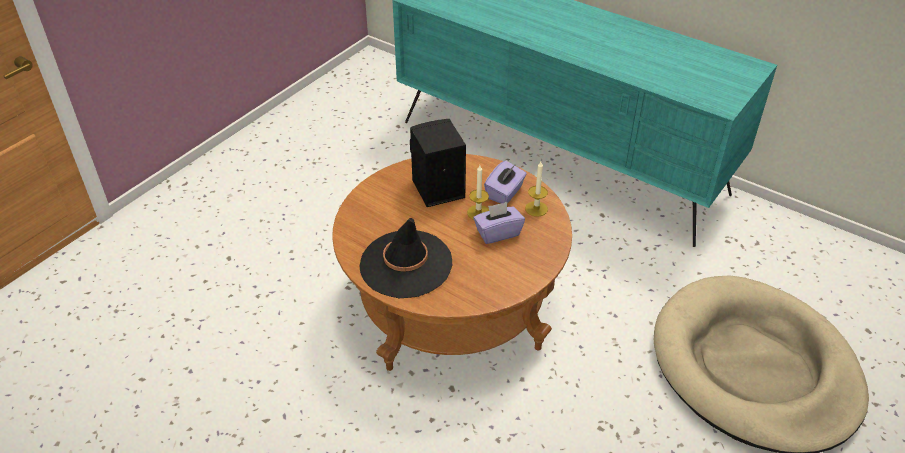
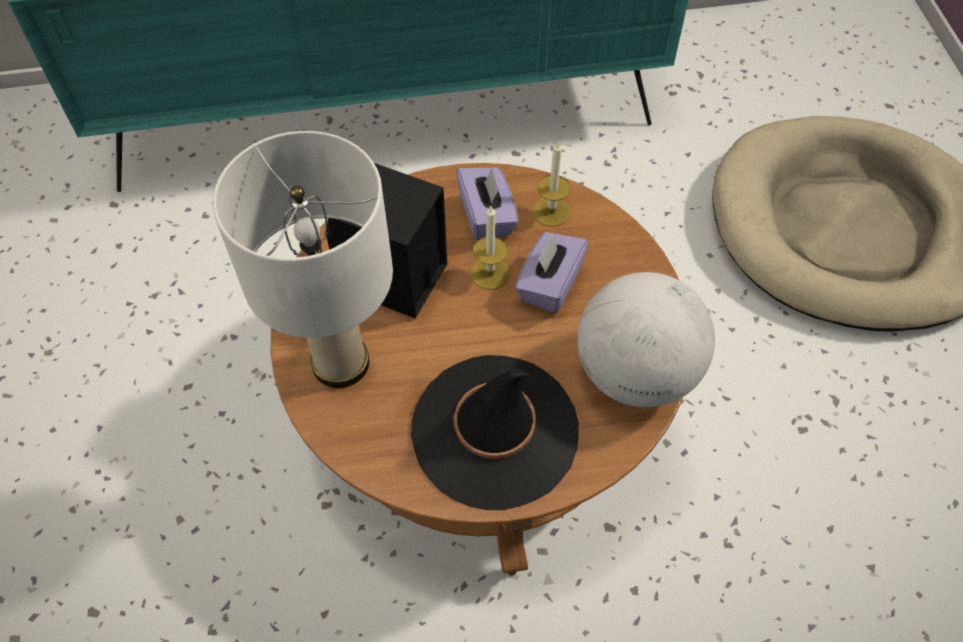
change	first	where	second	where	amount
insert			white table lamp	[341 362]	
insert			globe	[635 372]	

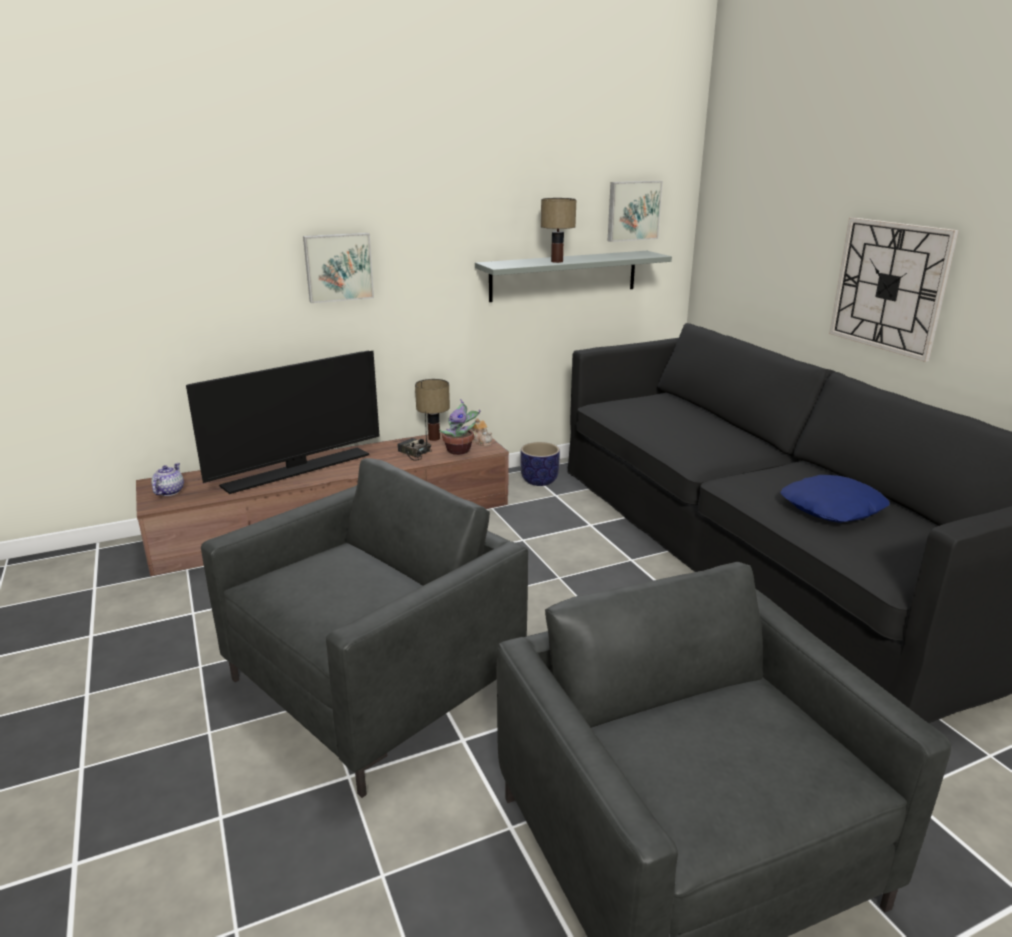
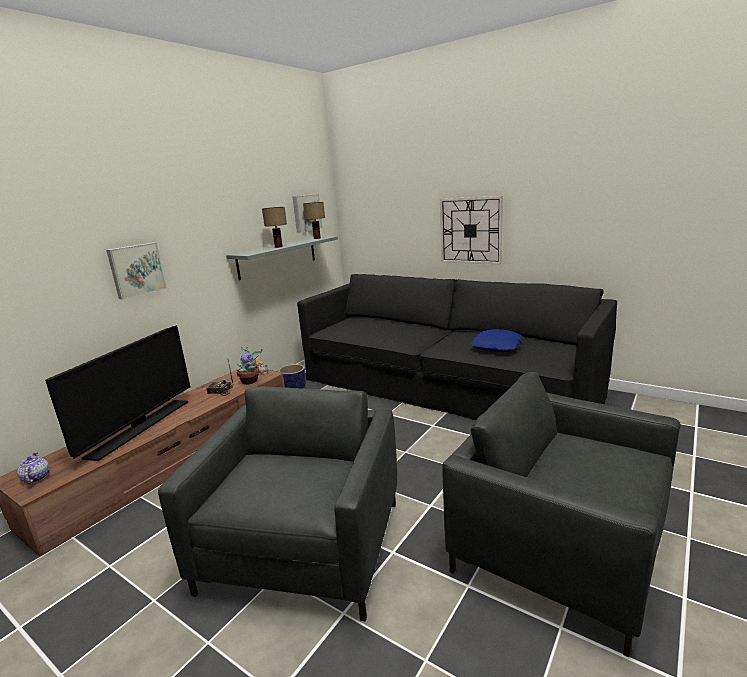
change	first	where	second	where	amount
move	table lamp	[434 438]		[317 238]	

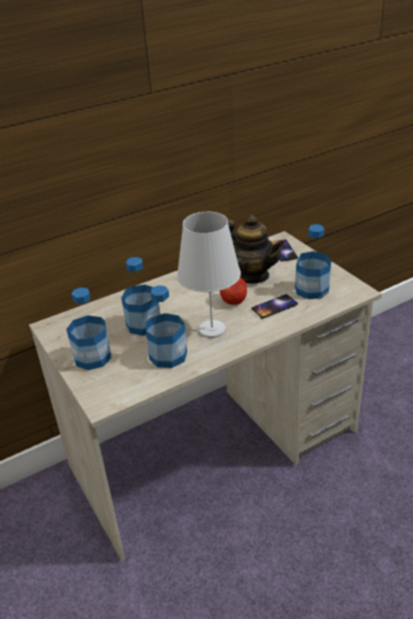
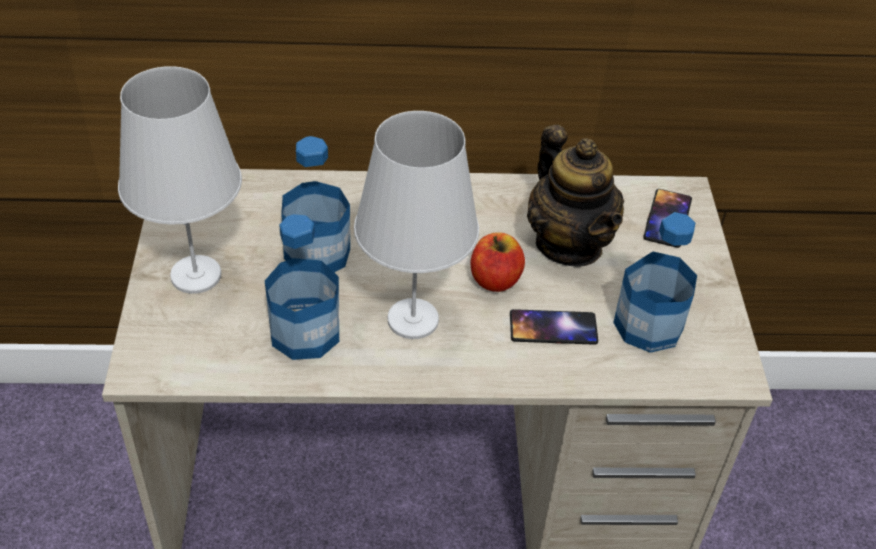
change	first	where	second	where	amount
replace	bottle	[92 357]	white table lamp	[195 275]	

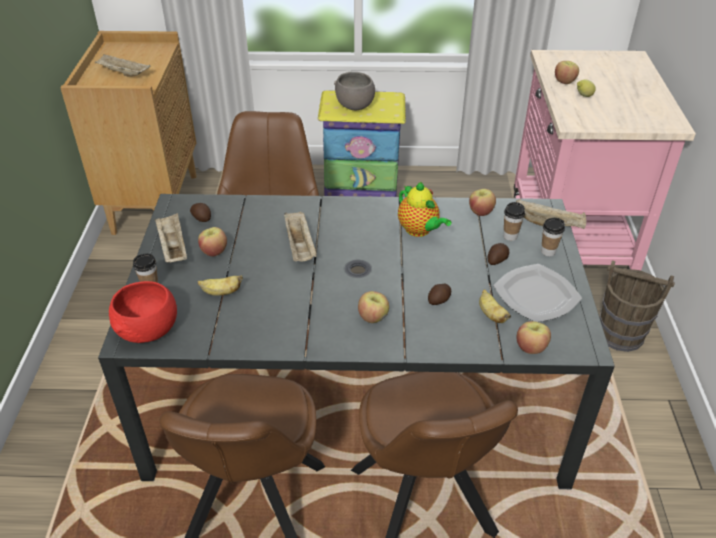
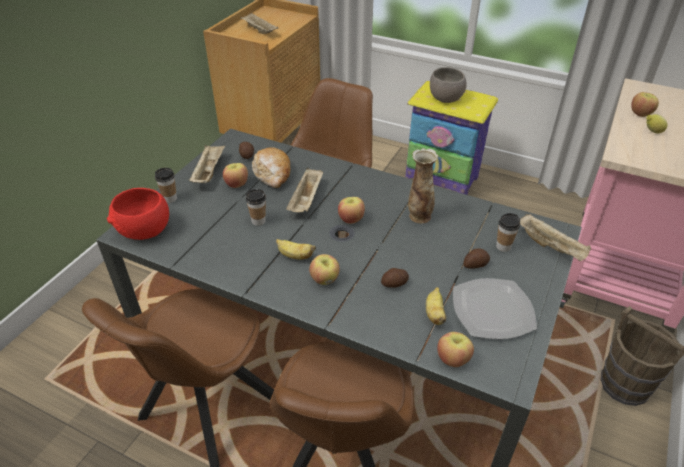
change	first	where	second	where	amount
move	cup	[548 251]		[258 221]	
insert			bread	[272 174]	
move	banana	[221 292]		[294 256]	
move	apple	[480 212]		[351 219]	
replace	teapot	[419 230]	vase	[419 216]	

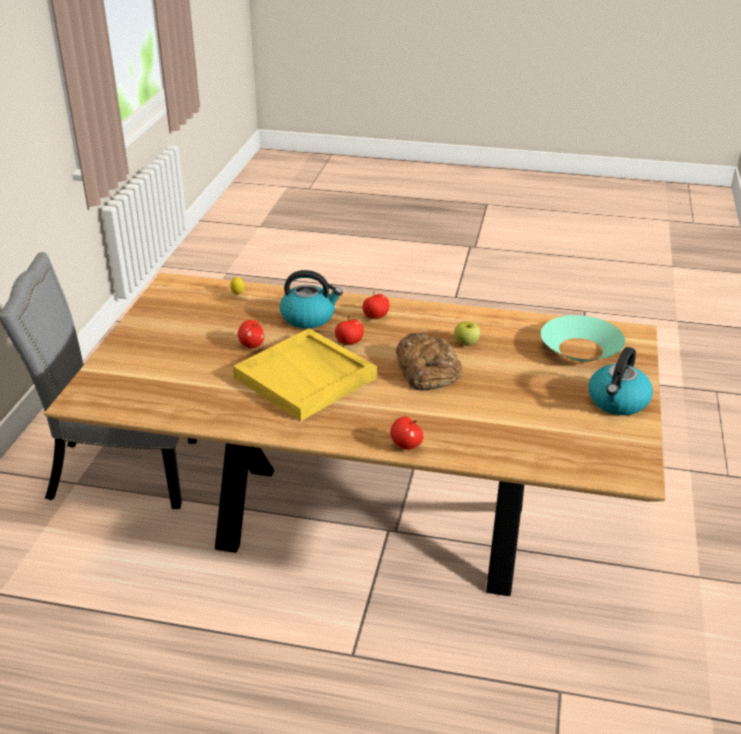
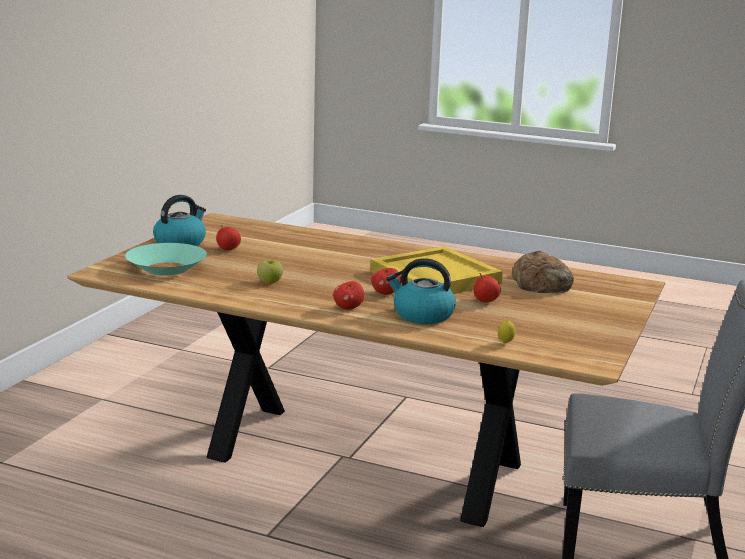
change	first	where	second	where	amount
move	apple	[406 445]		[228 249]	
move	bread	[427 369]		[543 283]	

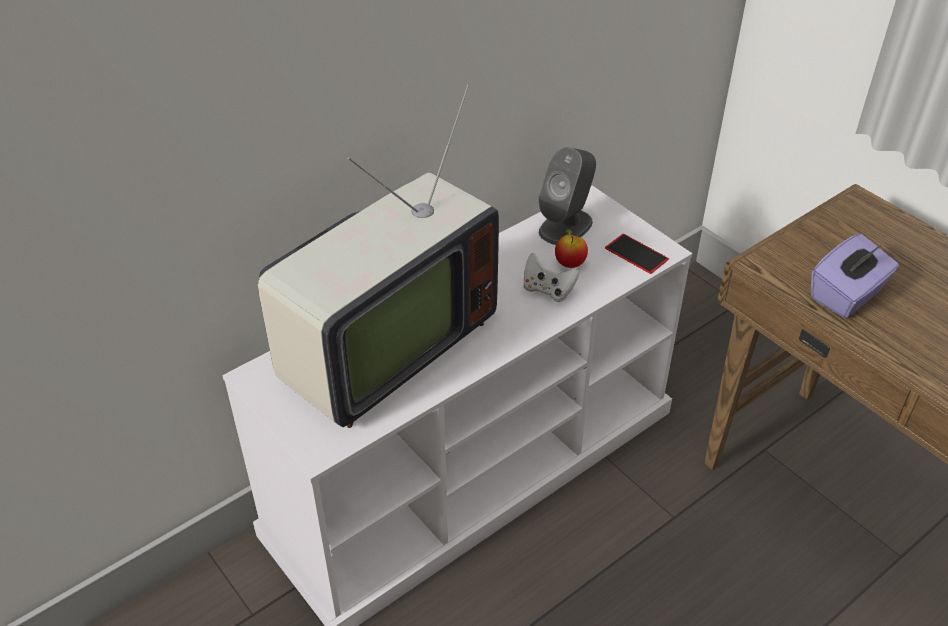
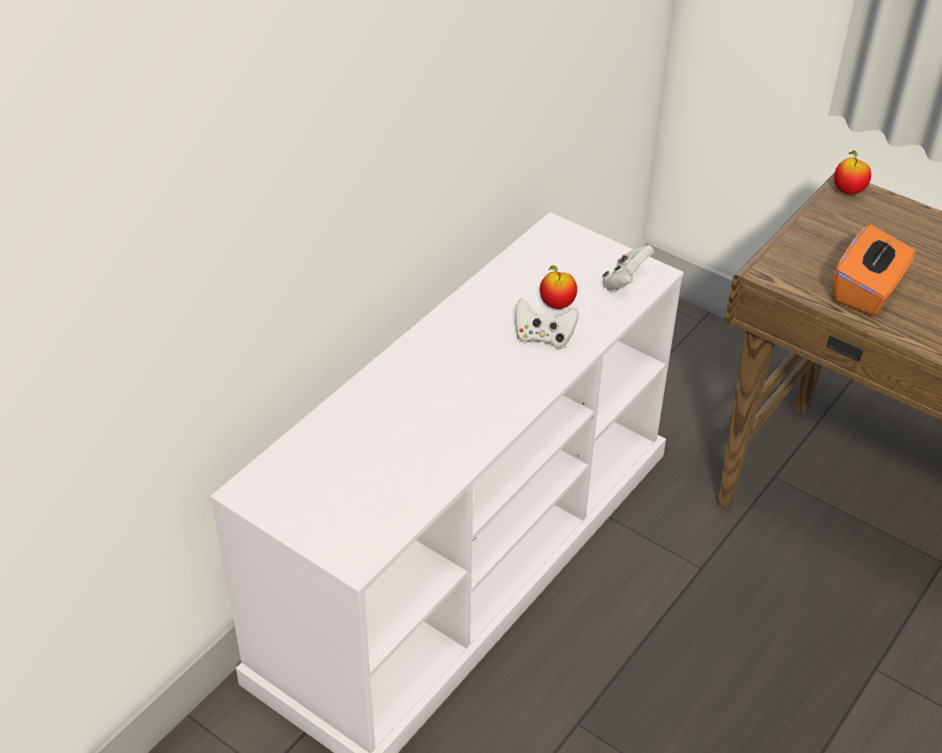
change	first	where	second	where	amount
replace	phone	[636 254]	white game controller	[624 282]	
recolor	purple tissue box	[847 295]	orange tissue box	[867 292]	
insert			apple	[848 191]	
delete	television	[380 350]			
delete	grey speaker	[566 226]			

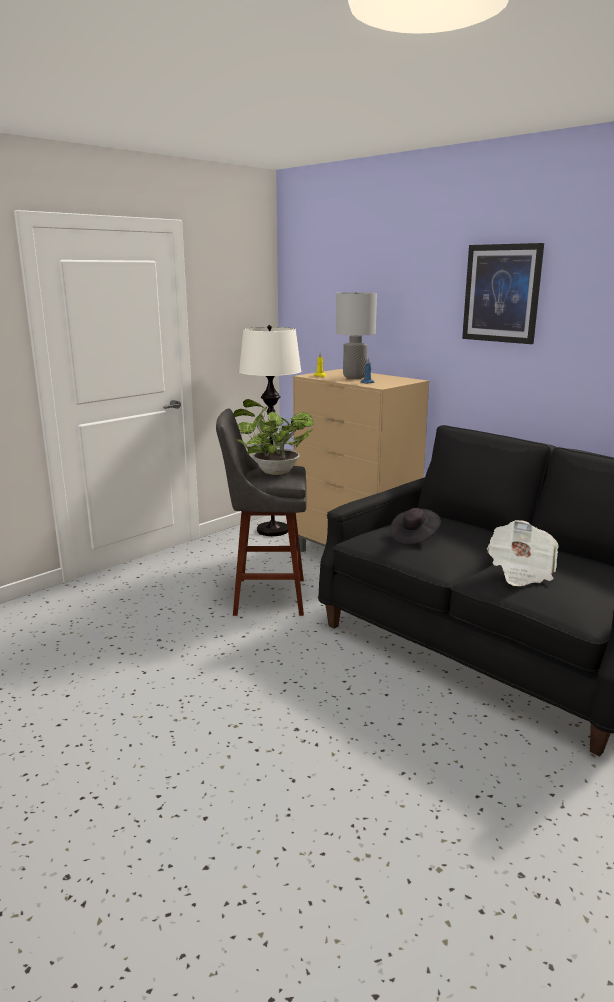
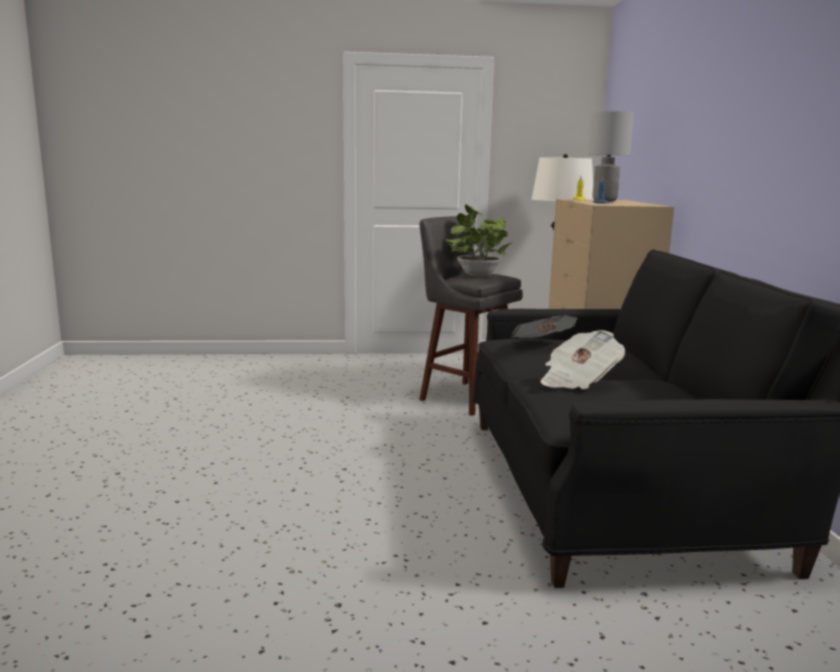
change	first	where	second	where	amount
replace	black hat	[414 537]	newspaper	[542 345]	
delete	picture	[501 293]			

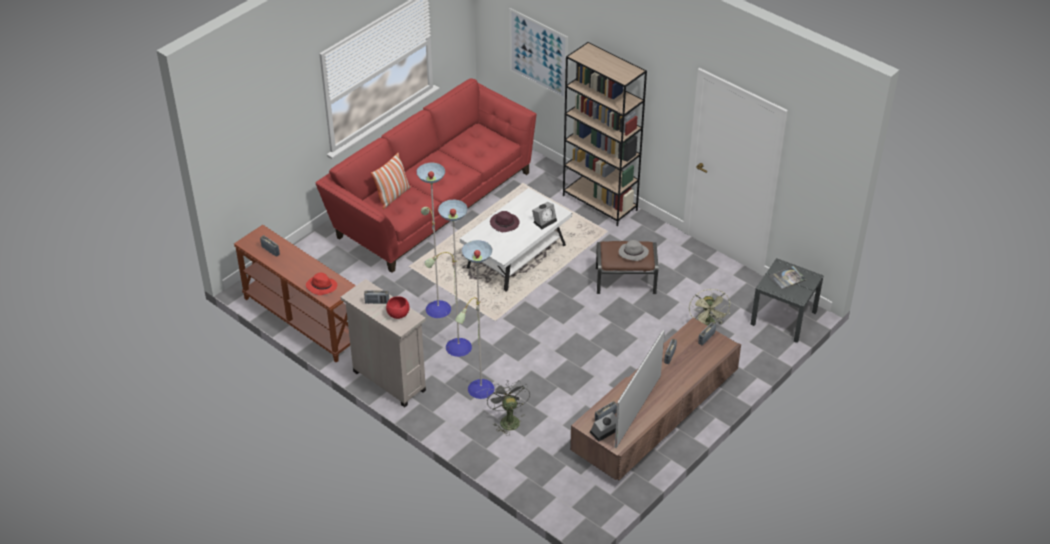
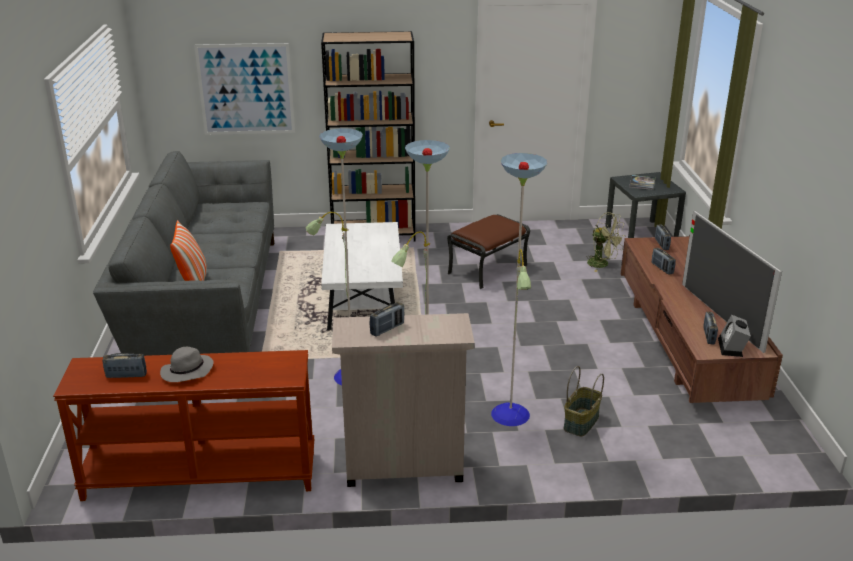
change	first	where	second	where	amount
recolor	red sofa	[431 202]	grey sofa	[205 302]	
move	grey hat	[632 253]		[186 372]	
replace	grey fan	[508 420]	basket	[581 423]	
delete	red hat	[321 286]			
delete	red bowl	[398 314]			
delete	purple hat	[505 224]			
delete	alarm clock	[545 221]			

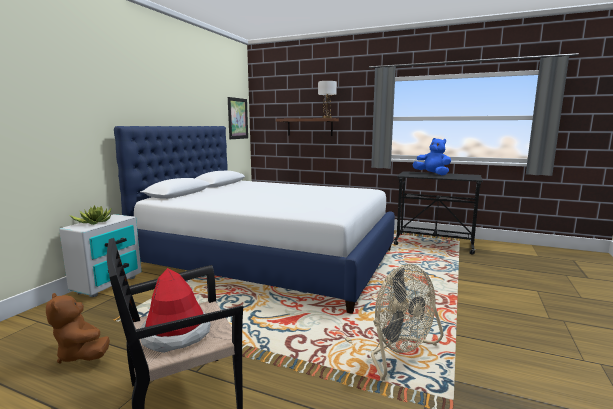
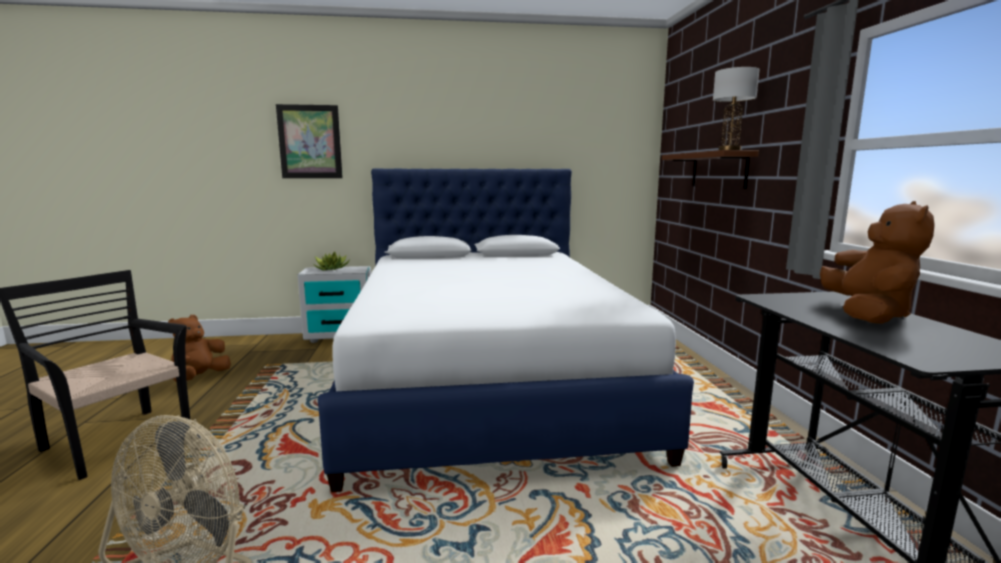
change	first	where	second	where	amount
move	picture	[237 118]		[310 142]	
recolor	blue plush toy	[432 174]	brown plush toy	[867 314]	
delete	hat	[176 334]			

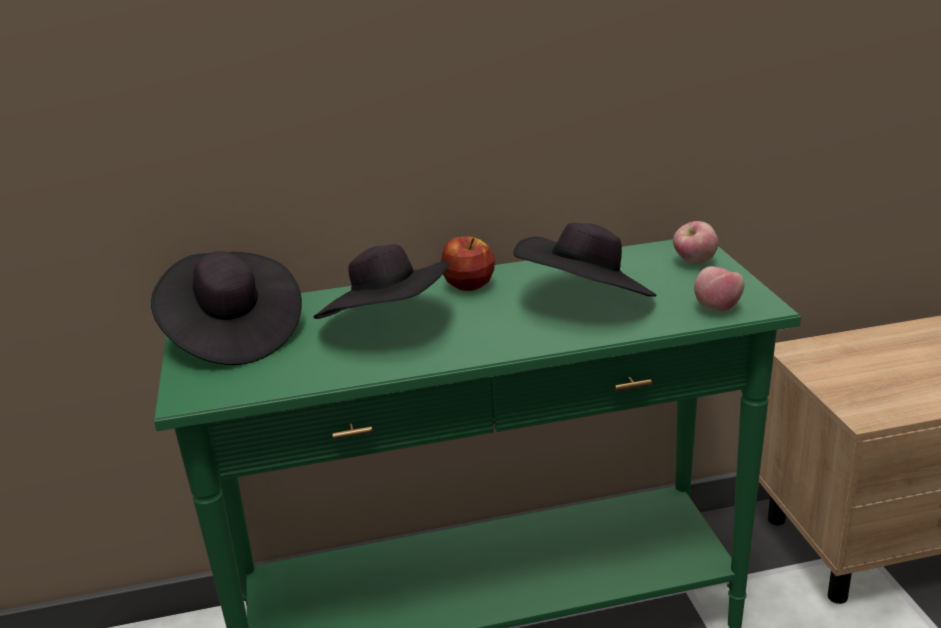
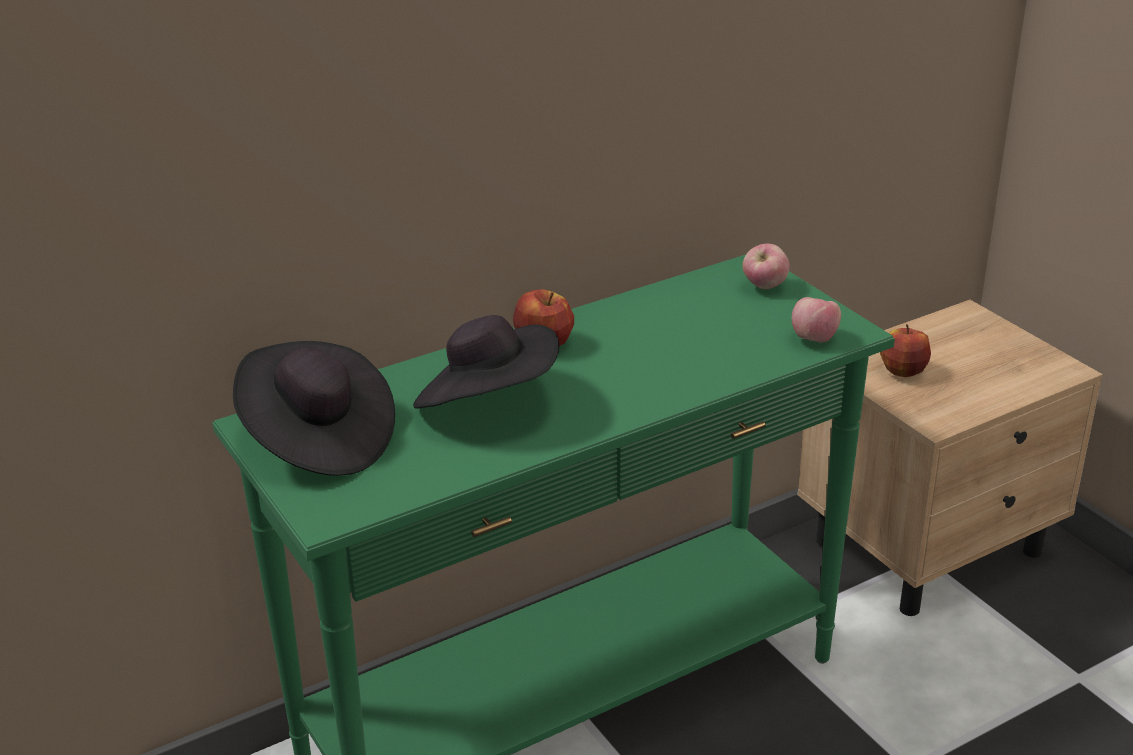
change	first	where	second	where	amount
insert			apple	[902 372]	
delete	black hat	[586 302]			

